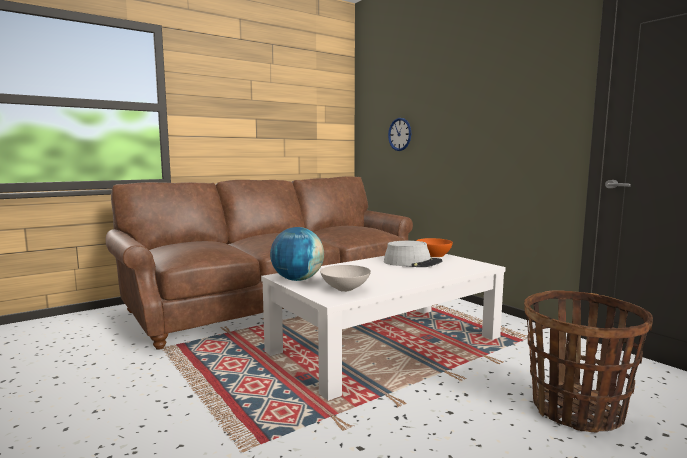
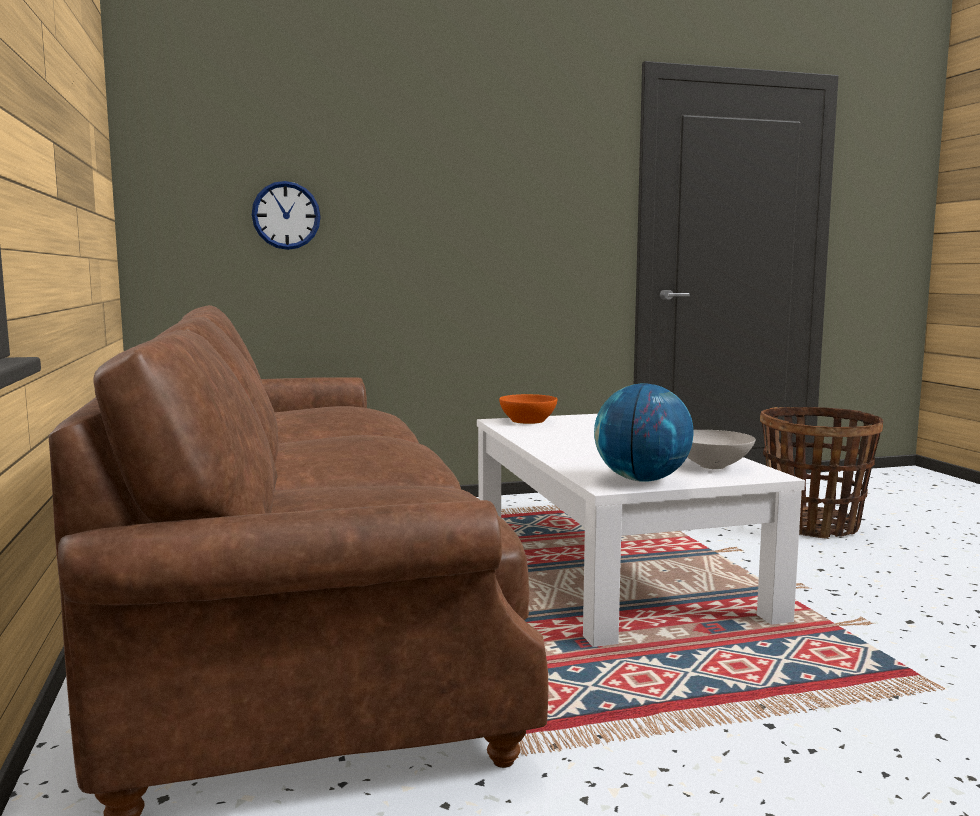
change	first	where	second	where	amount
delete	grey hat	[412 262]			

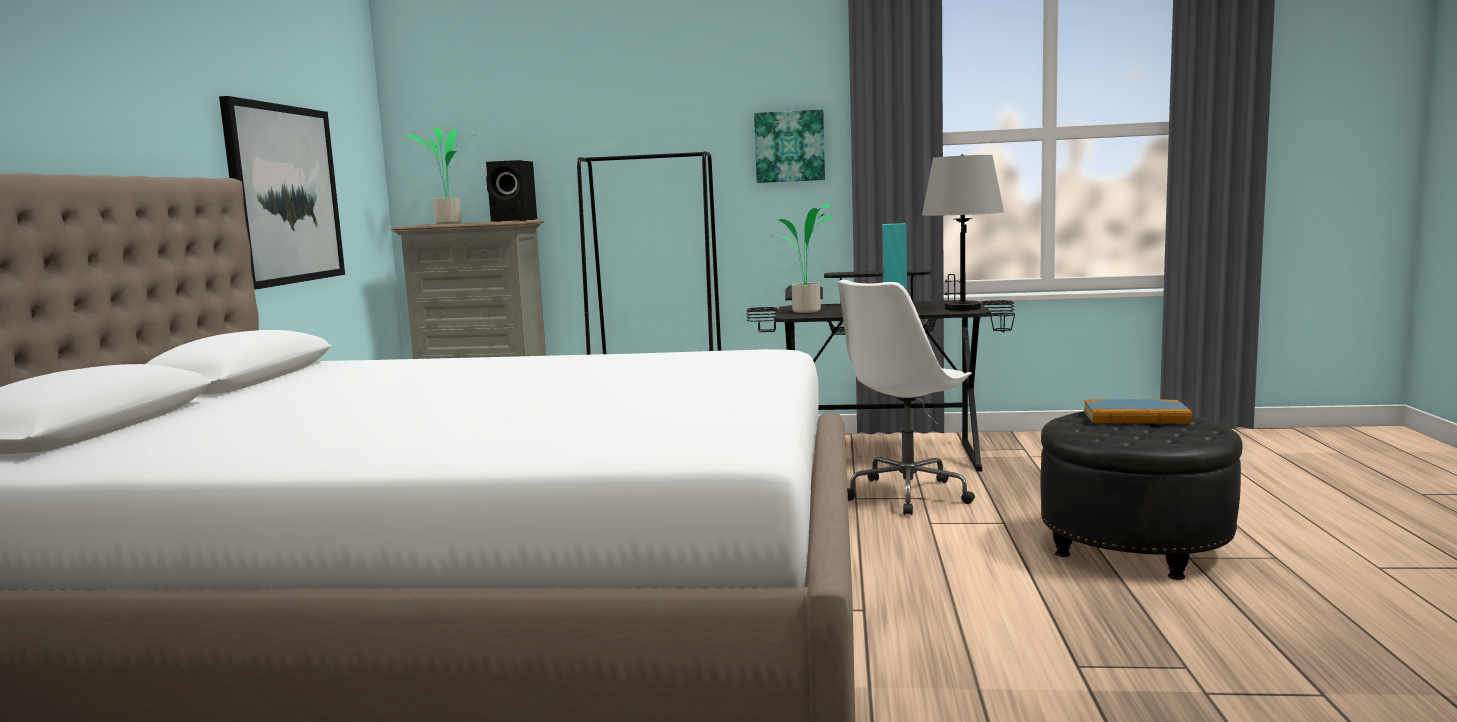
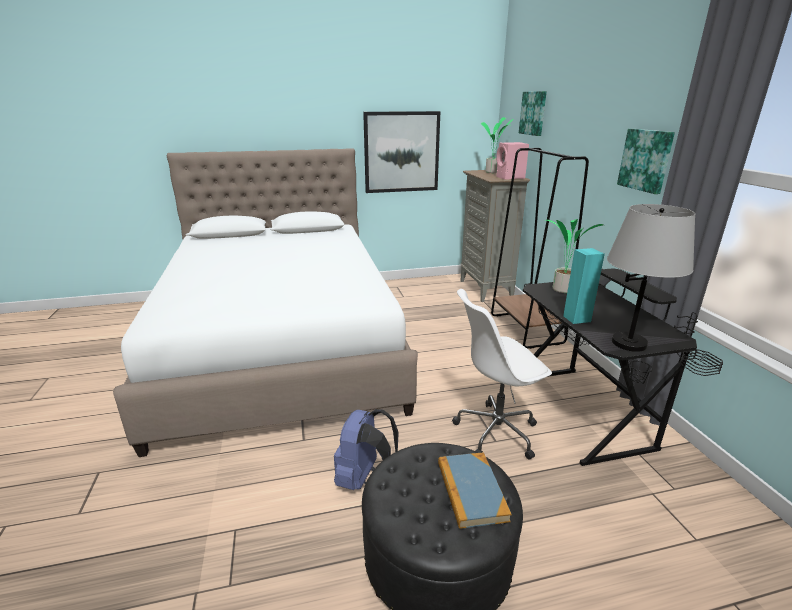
change	first	where	second	where	amount
insert			blue backpack	[364 479]	
rotate	white office chair	[905 496]		[494 433]	45 degrees counterclockwise
recolor	black speaker	[516 220]	pink speaker	[510 177]	
insert			picture	[533 113]	

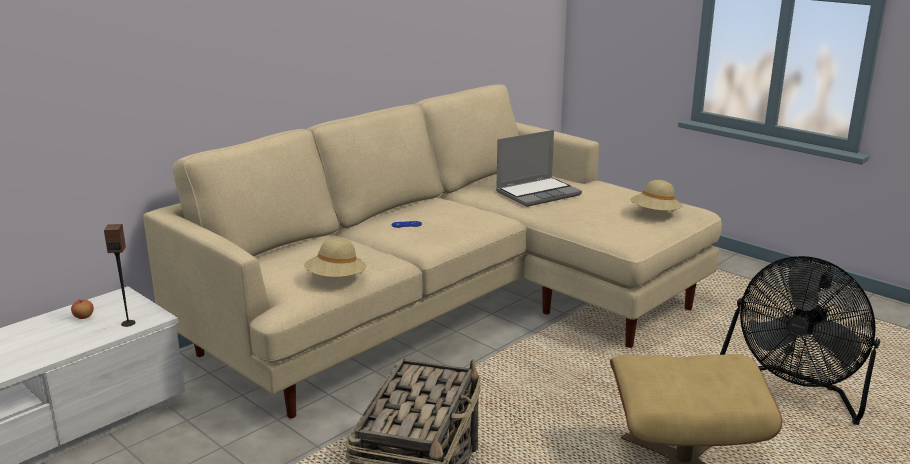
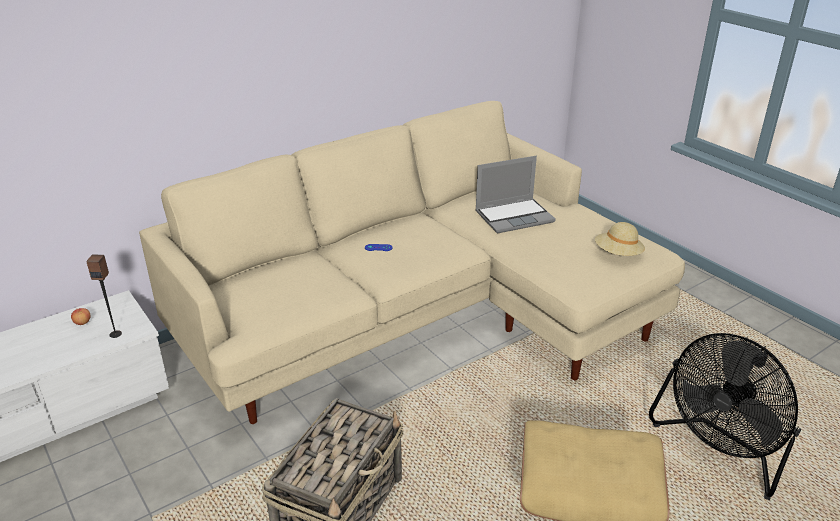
change	first	where	second	where	amount
delete	beige hat	[336 279]			

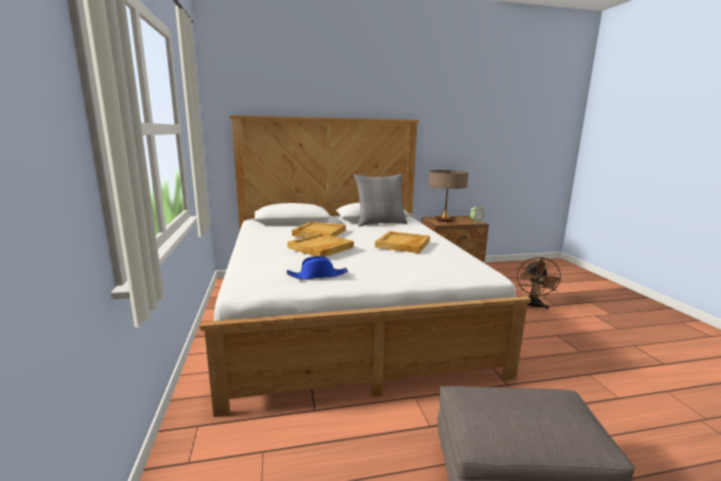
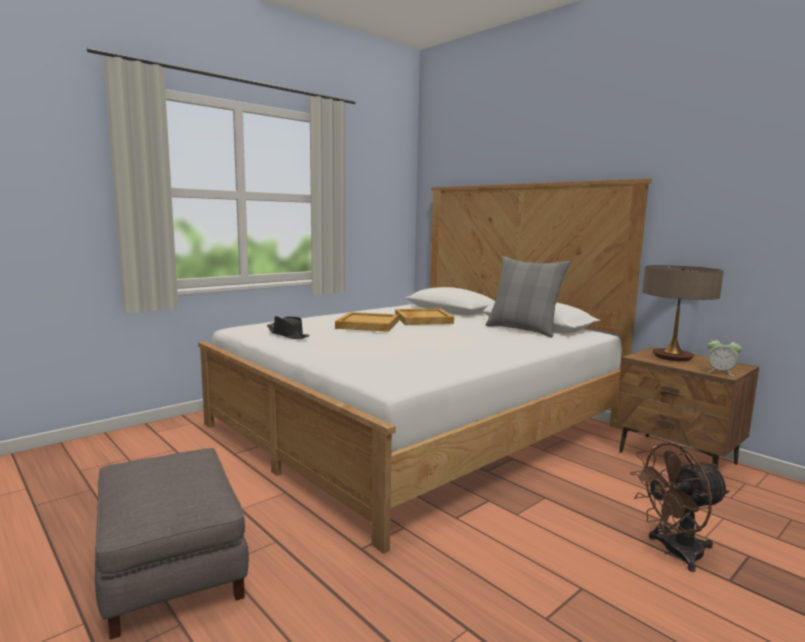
change	first	where	second	where	amount
recolor	blue hat	[318 275]	black hat	[288 335]	
delete	beige tray	[403 244]			

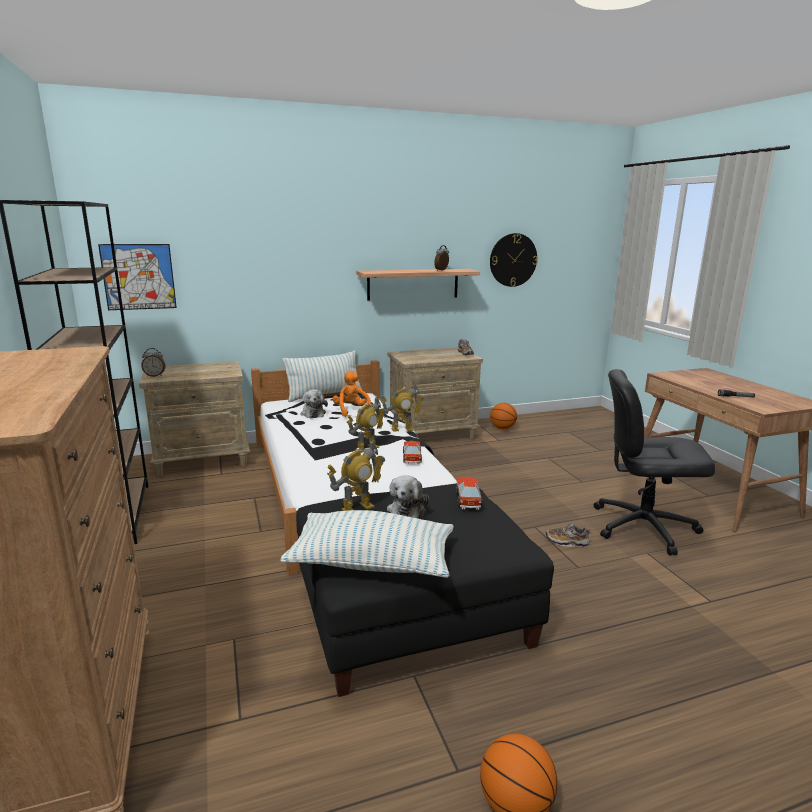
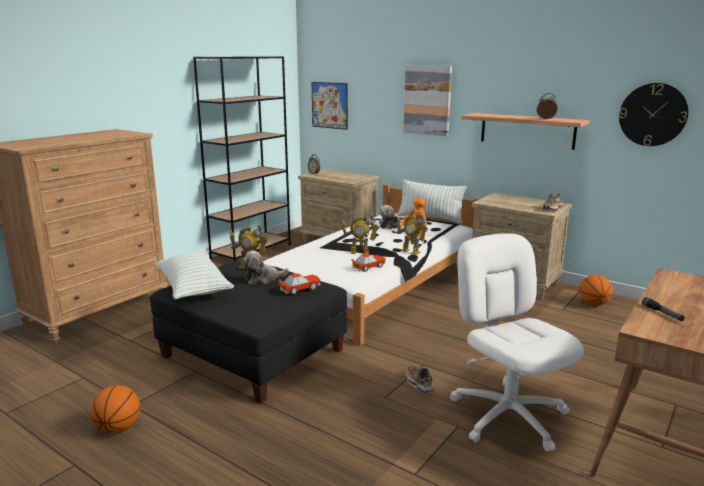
change	first	where	second	where	amount
insert			picture	[427 100]	
recolor	black office chair	[643 526]	white office chair	[508 415]	

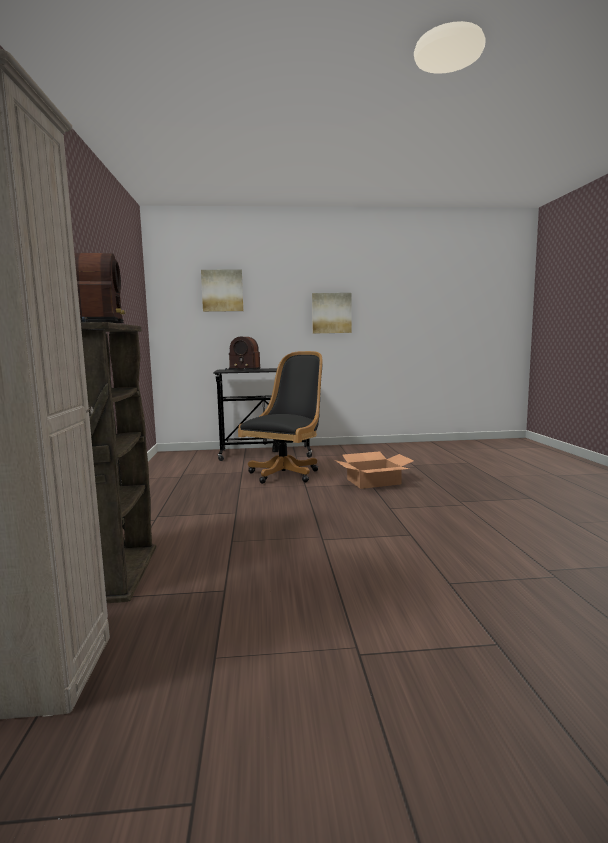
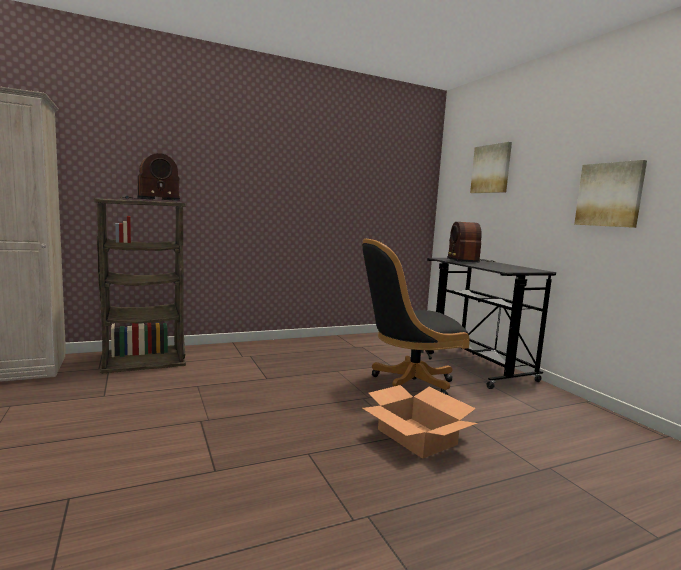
change	first	where	second	where	amount
rotate	black office chair	[287 473]		[406 384]	150 degrees clockwise

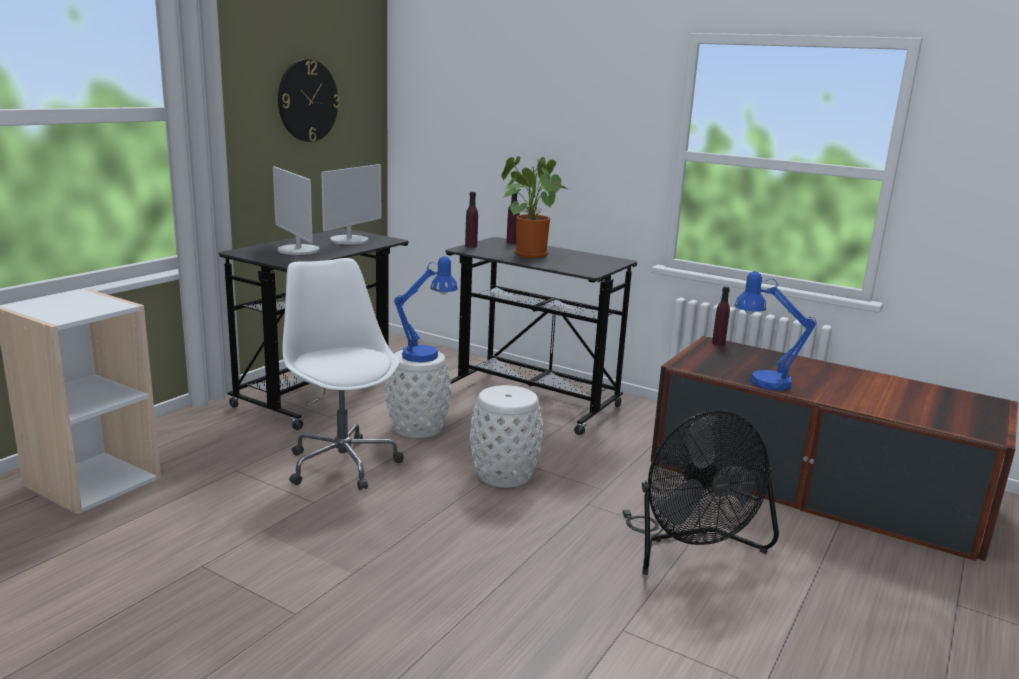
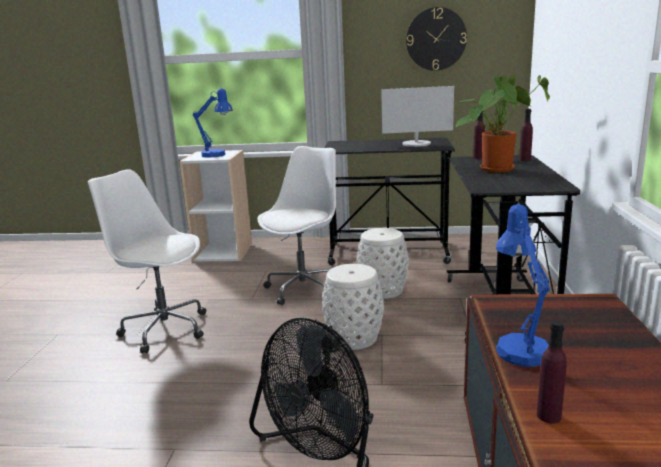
change	first	where	second	where	amount
insert			white office chair	[164 329]	
move	blue table lamp	[426 354]		[218 155]	
move	purple bottle	[718 343]		[548 416]	
delete	monitor	[298 250]			

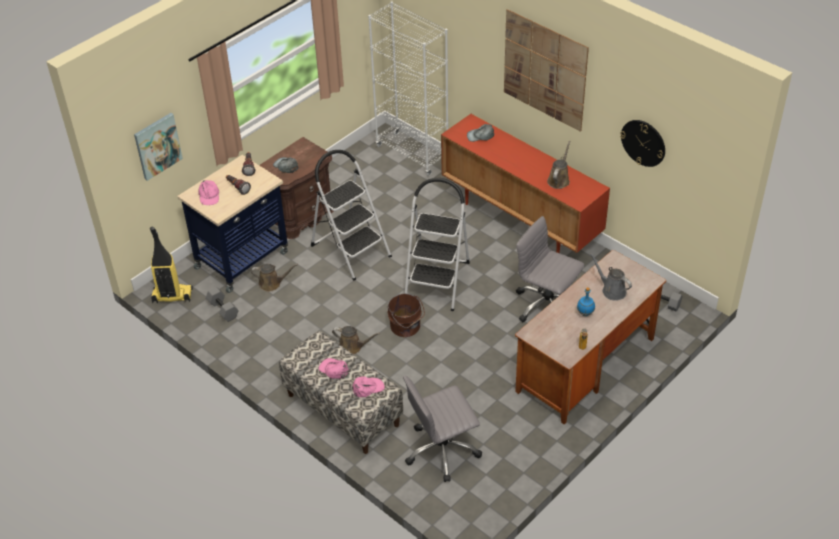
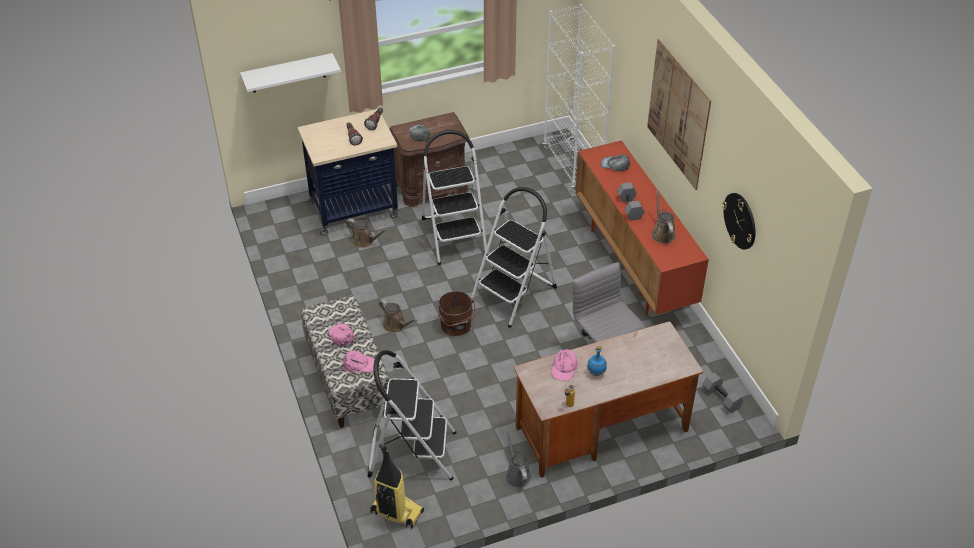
change	first	where	second	where	amount
replace	picture	[157 146]	white shelf	[288 73]	
replace	grey office chair	[441 450]	step ladder	[409 453]	
move	vacuum cleaner	[172 296]		[396 512]	
move	grey watering can	[611 290]		[517 474]	
move	pink cap	[209 195]		[564 367]	
move	grey dumbbell	[223 309]		[630 207]	
rotate	brown watering can	[559 180]		[662 233]	60 degrees counterclockwise

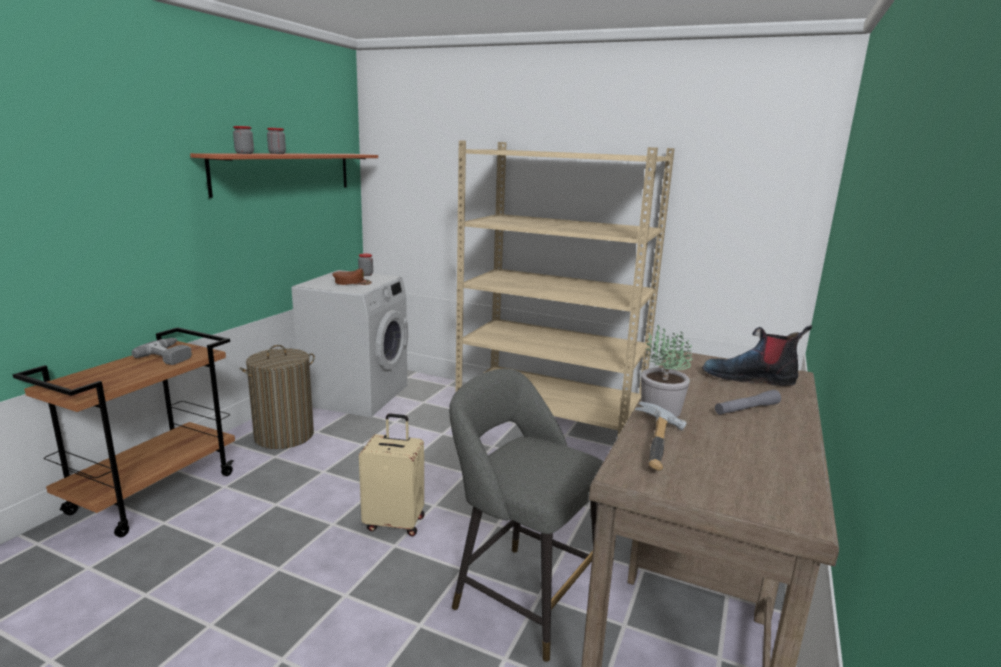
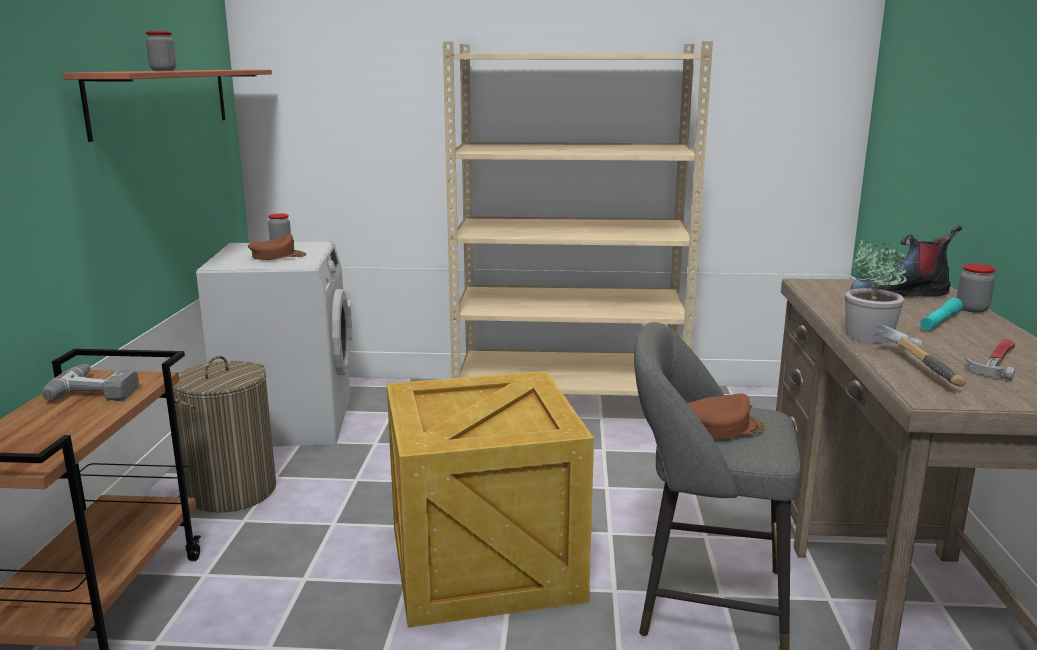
change	first	where	second	where	amount
replace	beige suitcase	[395 522]	crate	[486 560]	
insert			brown cap	[722 426]	
recolor	grey flashlight	[746 409]	turquoise flashlight	[939 322]	
move	jar	[244 153]		[972 309]	
insert			hammer	[995 361]	

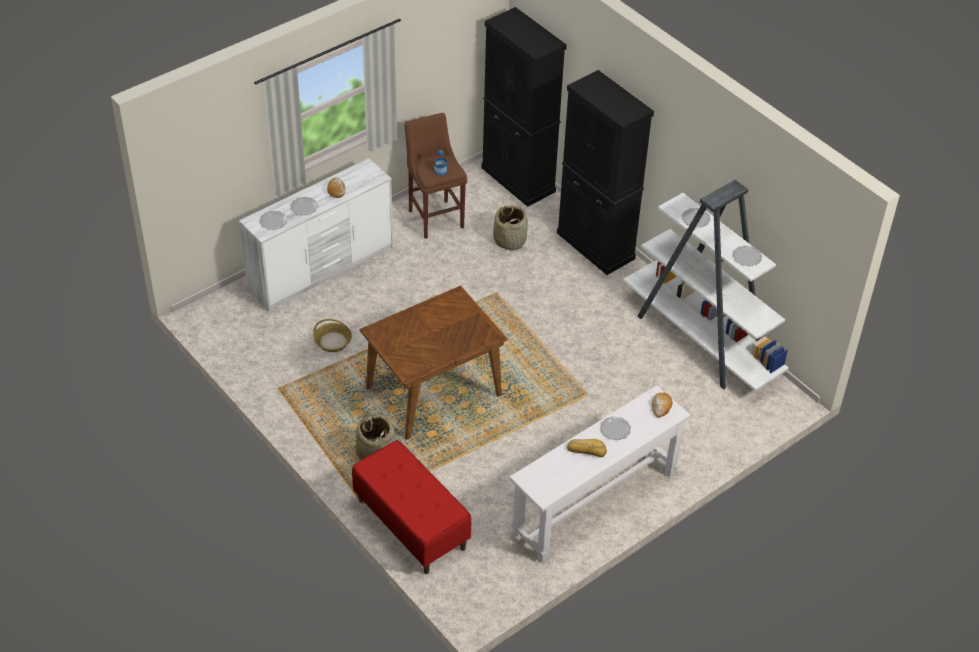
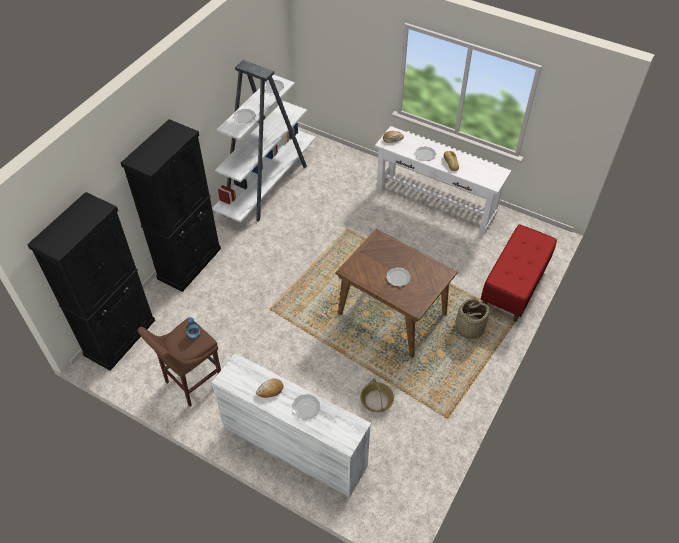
change	first	where	second	where	amount
move	plate	[273 221]		[398 278]	
delete	basket	[510 240]			

